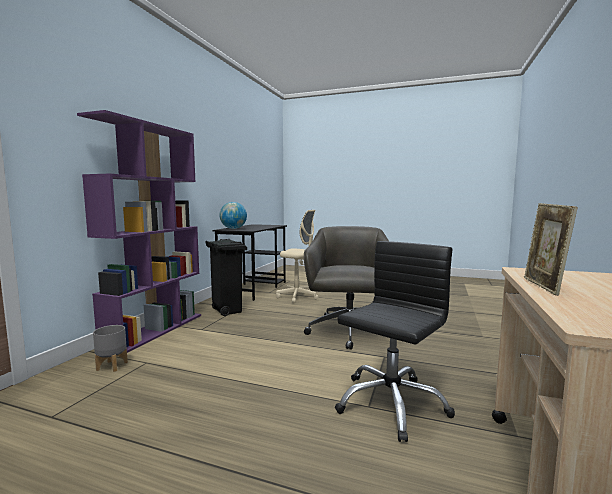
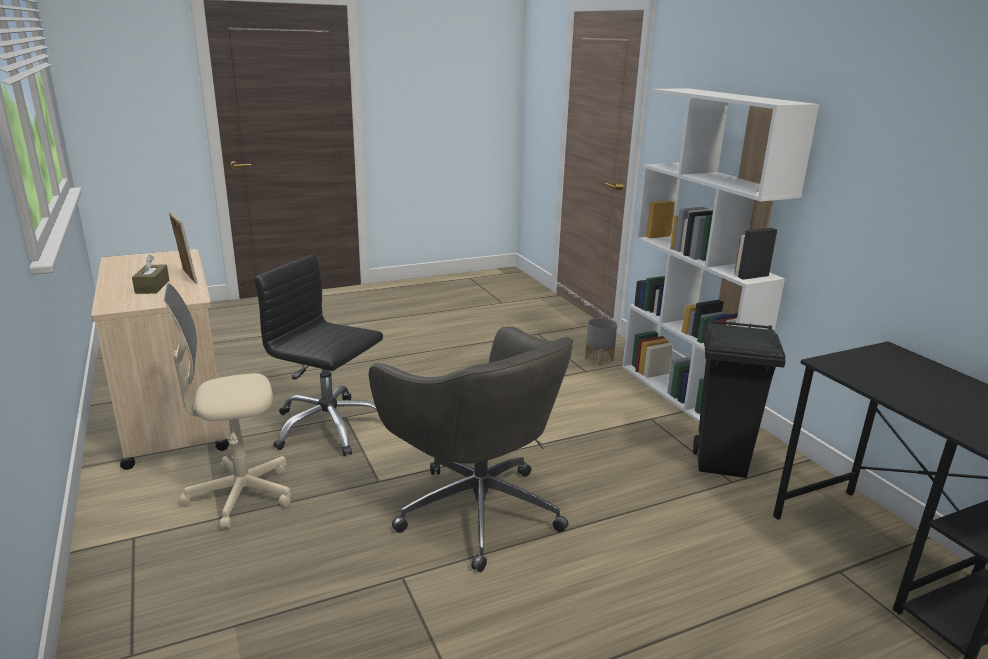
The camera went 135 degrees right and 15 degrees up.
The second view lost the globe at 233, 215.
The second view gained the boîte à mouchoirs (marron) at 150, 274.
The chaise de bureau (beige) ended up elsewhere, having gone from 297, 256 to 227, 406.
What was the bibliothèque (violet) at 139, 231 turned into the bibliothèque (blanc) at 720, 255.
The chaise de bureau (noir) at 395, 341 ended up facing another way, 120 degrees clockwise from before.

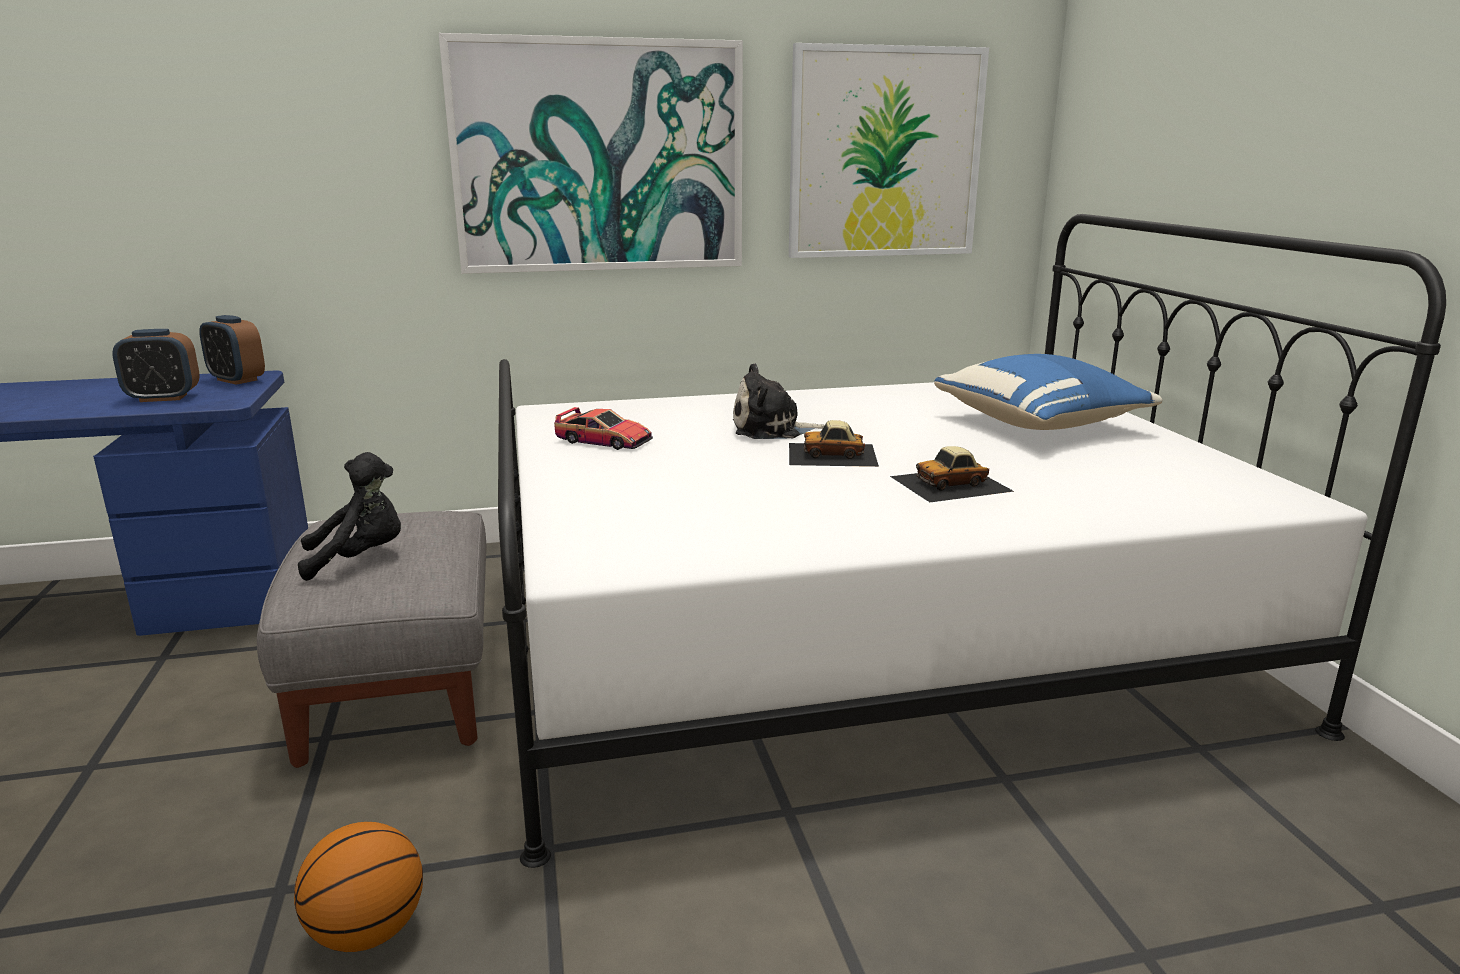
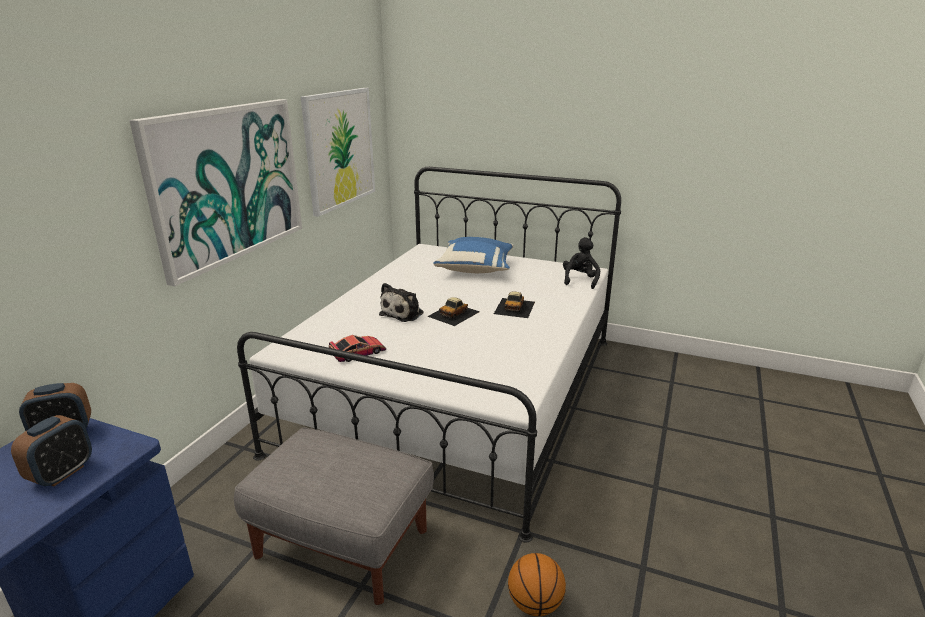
The camera went 55 degrees left and 5 degrees up.
The peluche (noir) ended up elsewhere, having gone from 349, 516 to 581, 263.

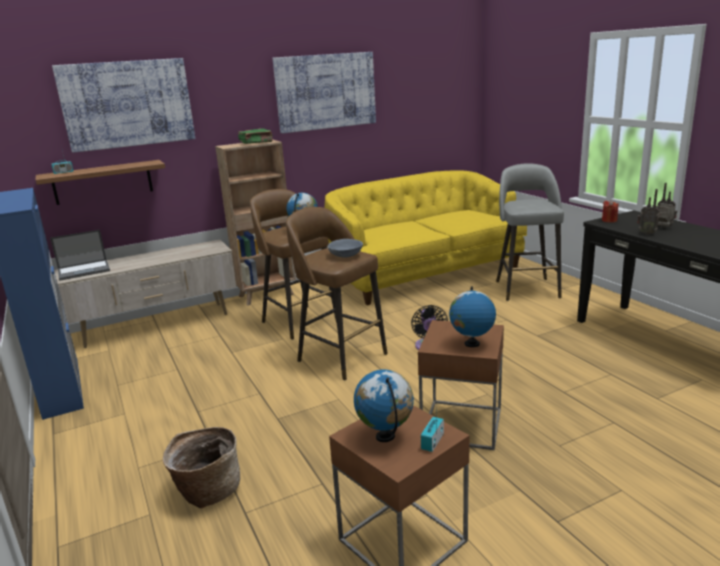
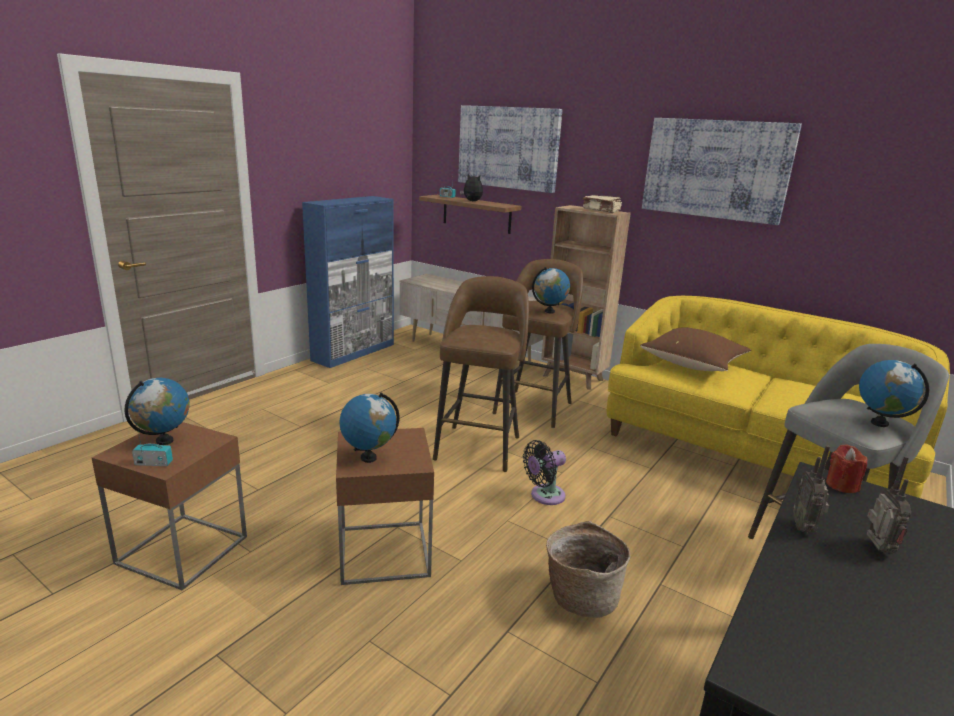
The camera went 60 degrees right and 0 degrees up.
The second view lost the ordinateur portable at 80, 255.
The second view lost the bol (gris) at 345, 248.
The second view gained the peluche at 471, 187.
The second view gained the coussin (marron) at 695, 349.
The second view gained the globe at 894, 393.
The panier ended up elsewhere, having gone from 201, 467 to 588, 569.
What was the livre (vert) at 255, 136 turned into the livre (beige) at 602, 204.

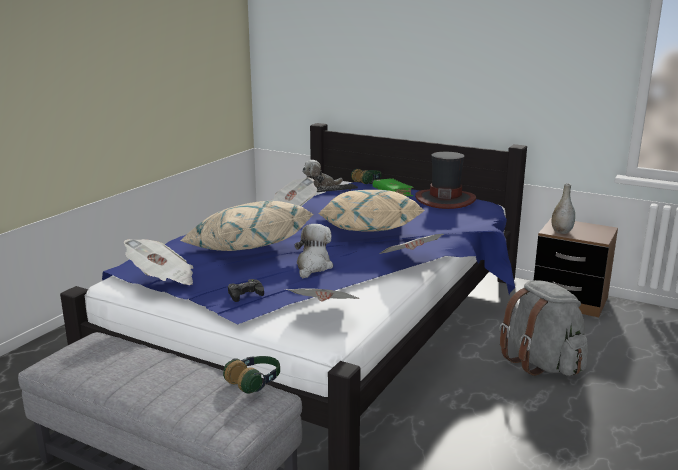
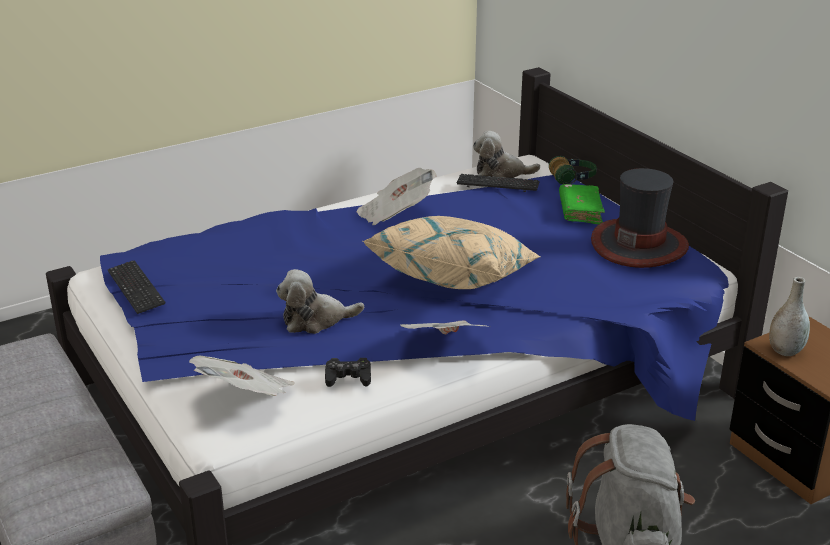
The camera went 30 degrees right and 10 degrees up.
The second view lost the coussin (beige) at 246, 226.
The second view lost the casque audio at 251, 375.
The manette (noir) ended up elsewhere, having gone from 246, 290 to 348, 372.
Where the journal stood at 158, 262, the clavier came to stand at 137, 287.
The peluche at 314, 251 ended up facing another way, 150 degrees counterclockwise from before.

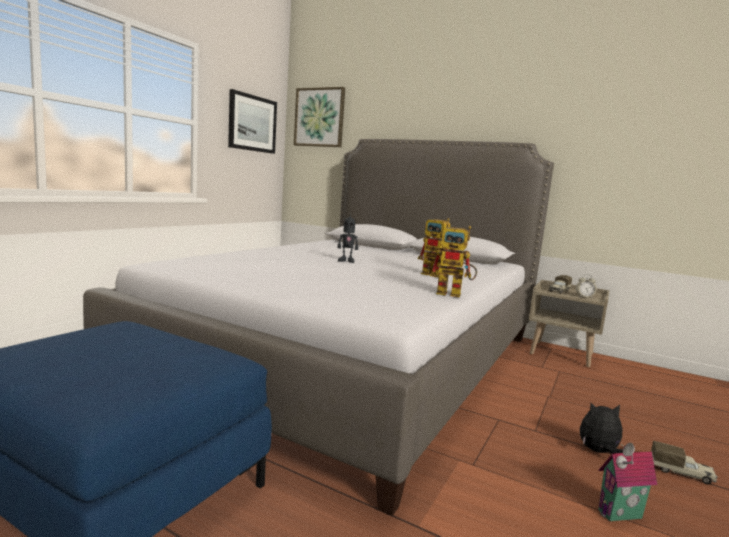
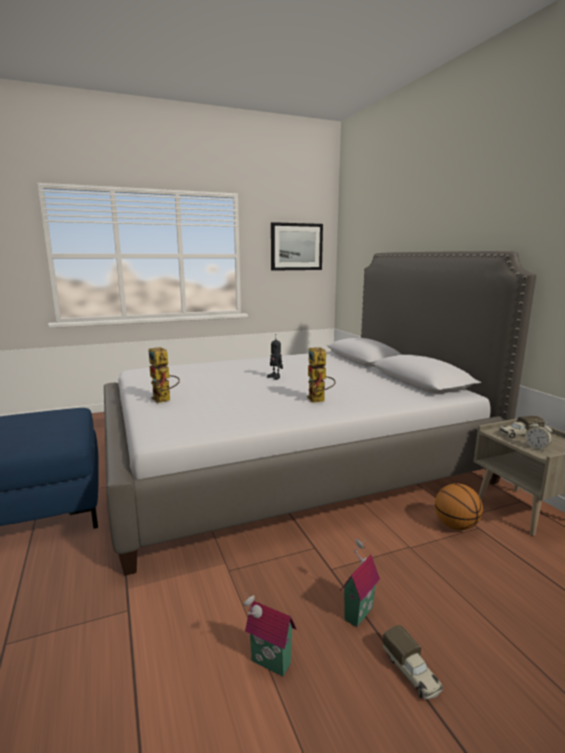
The camera went 40 degrees right and 5 degrees up.
The second view lost the tableau at 319, 117.
The second view gained the ballon de basket at 459, 506.
The robot jouet ended up elsewhere, having gone from 453, 261 to 164, 375.
Where the peluche stood at 601, 428, the maison miniature came to stand at 360, 583.

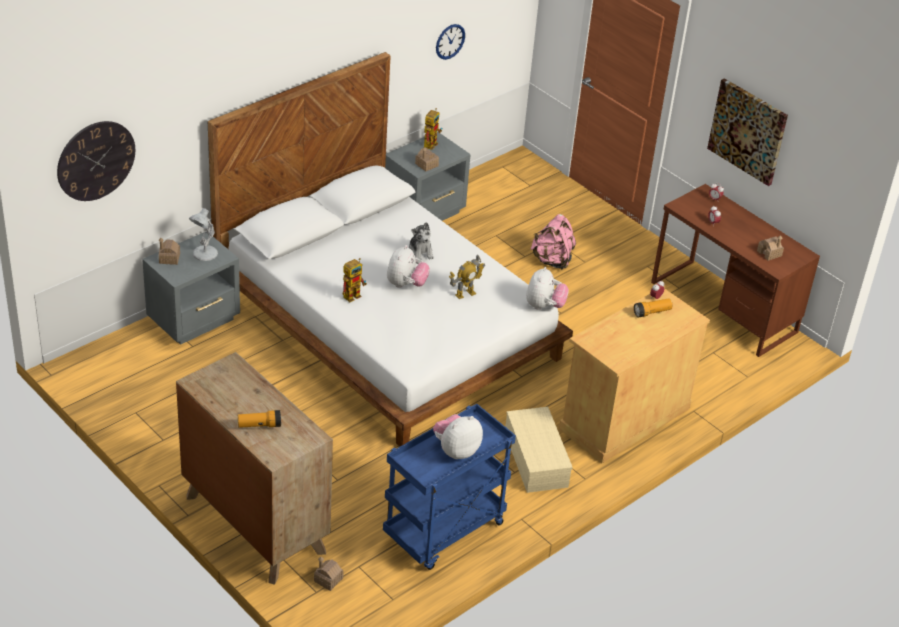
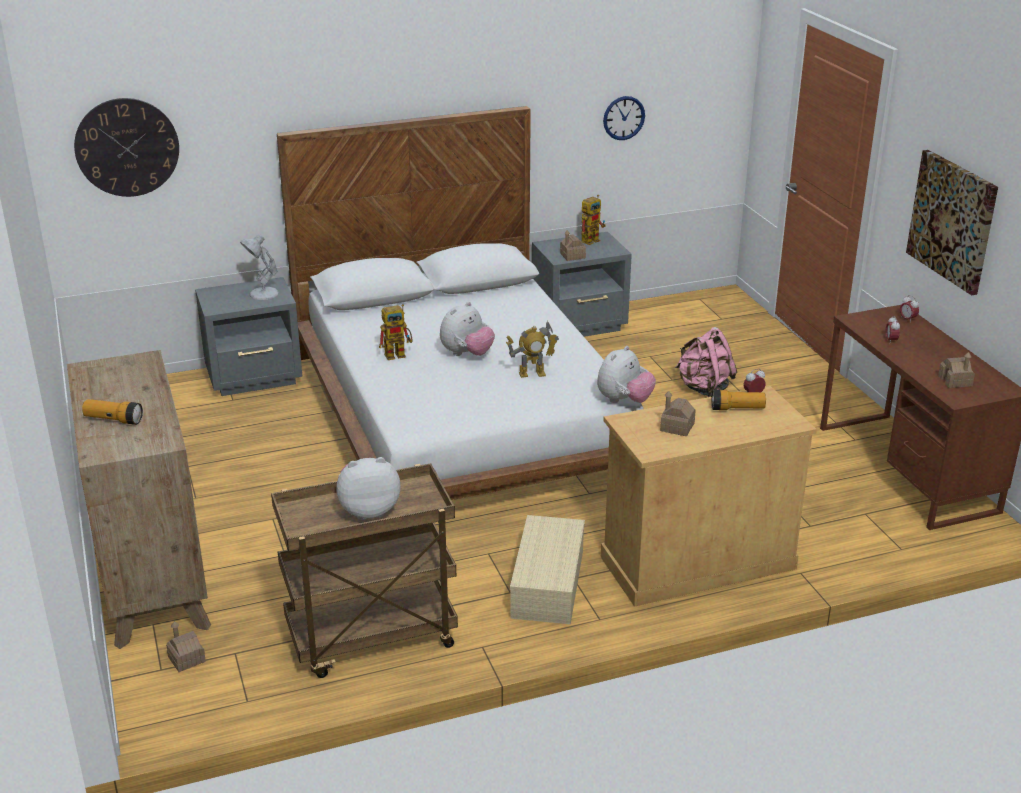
The camera went 25 degrees right and 10 degrees down.
The second view lost the peluche at 421, 241.
The maison miniature ended up elsewhere, having gone from 169, 251 to 678, 413.
What was the chariot (bleu) at 449, 487 turned into the chariot (marron) at 364, 570.

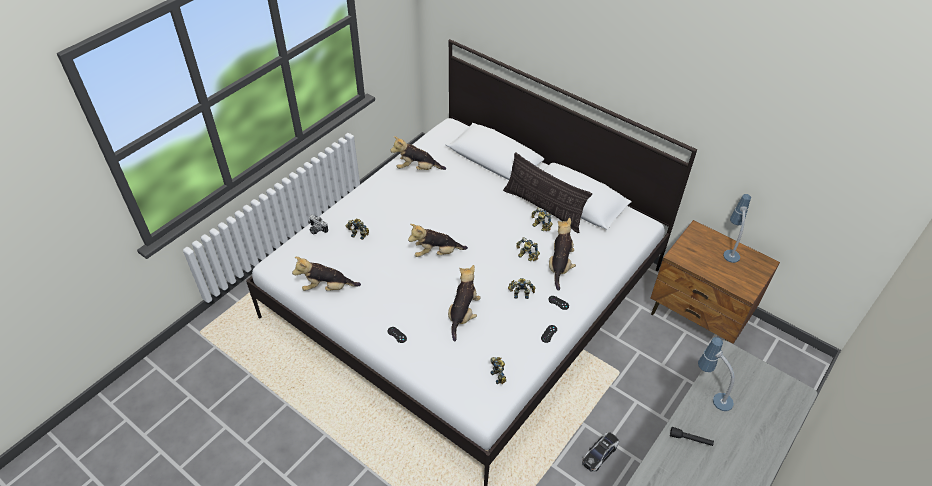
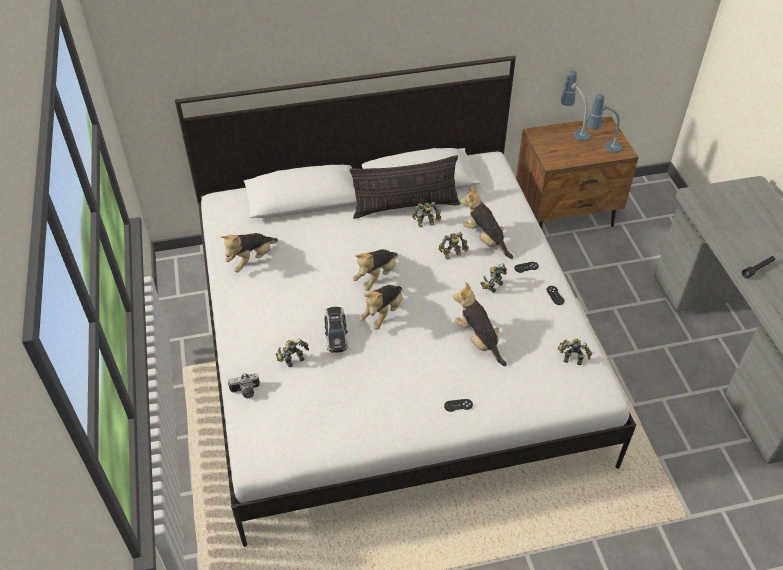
The camera went 50 degrees left and 0 degrees up.
The peluche ended up elsewhere, having gone from 326, 274 to 375, 270.
The petite voiture ended up elsewhere, having gone from 600, 452 to 336, 330.
The lampe de table ended up elsewhere, having gone from 716, 374 to 604, 123.

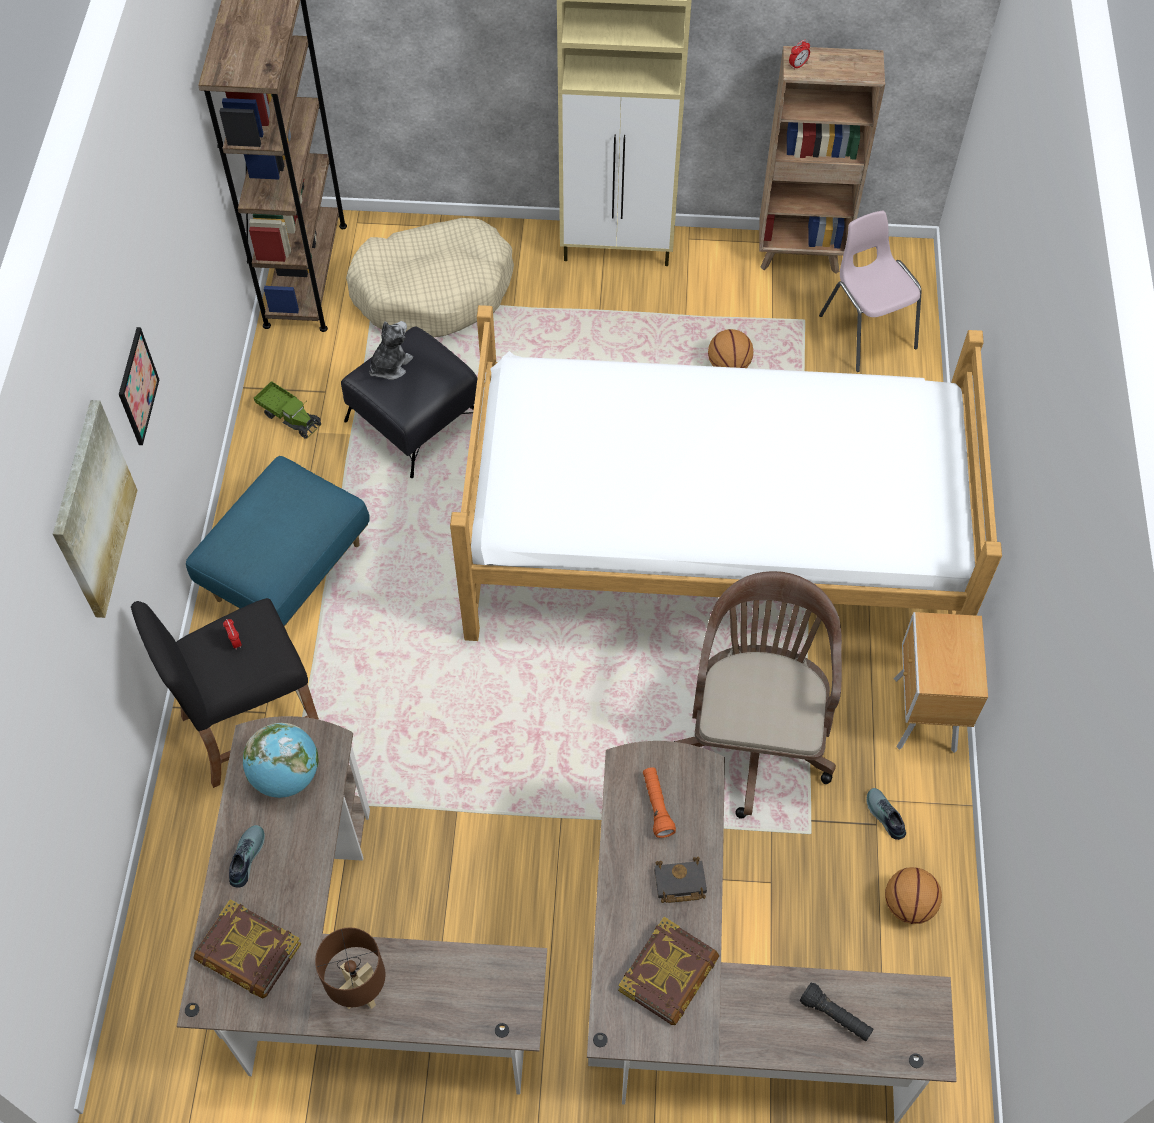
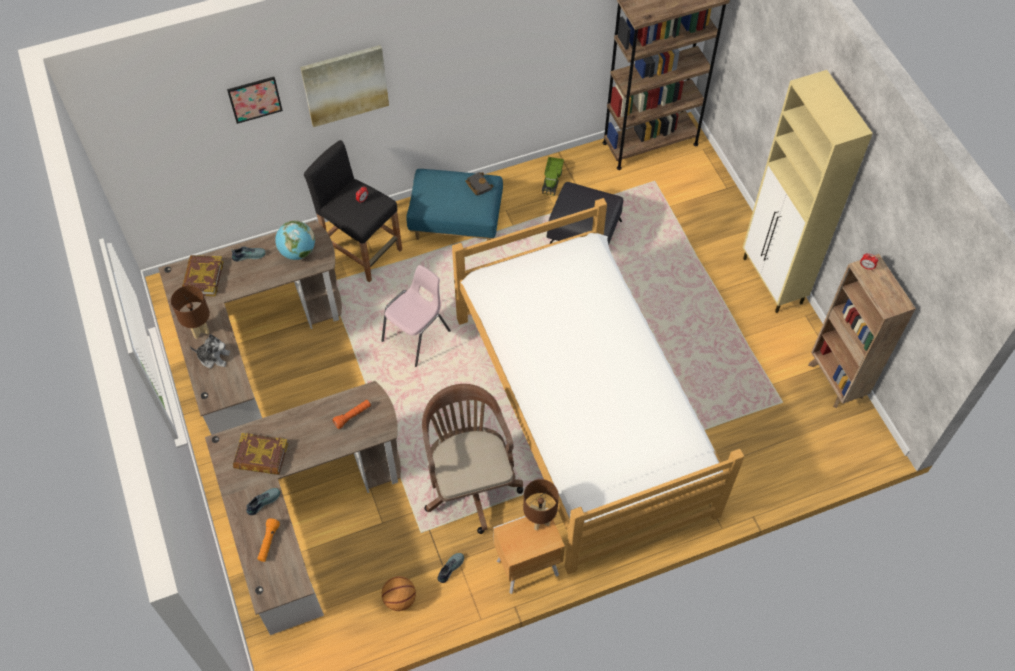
The camera went 65 degrees right and 0 degrees up.
The second view lost the panier pour chien (beige) at 430, 277.
The second view lost the ballon de basket at 731, 348.
The second view gained the chaussure at 263, 501.
The second view gained the lampe de table (marron) at 541, 504.
The tableau ended up elsewhere, having gone from 139, 386 to 255, 100.
The peluche ended up elsewhere, having gone from 391, 350 to 210, 351.
The livre (noir) ended up elsewhere, having gone from 680, 880 to 479, 183.
The chaise (rose) ended up elsewhere, having gone from 870, 291 to 416, 316.
What was the lampe de poche (noir) at 837, 1011 turned into the lampe de poche (orange) at 268, 540.
The chaise de bureau (marron) at 758, 695 ended up facing another way, 90 degrees counterclockwise from before.

